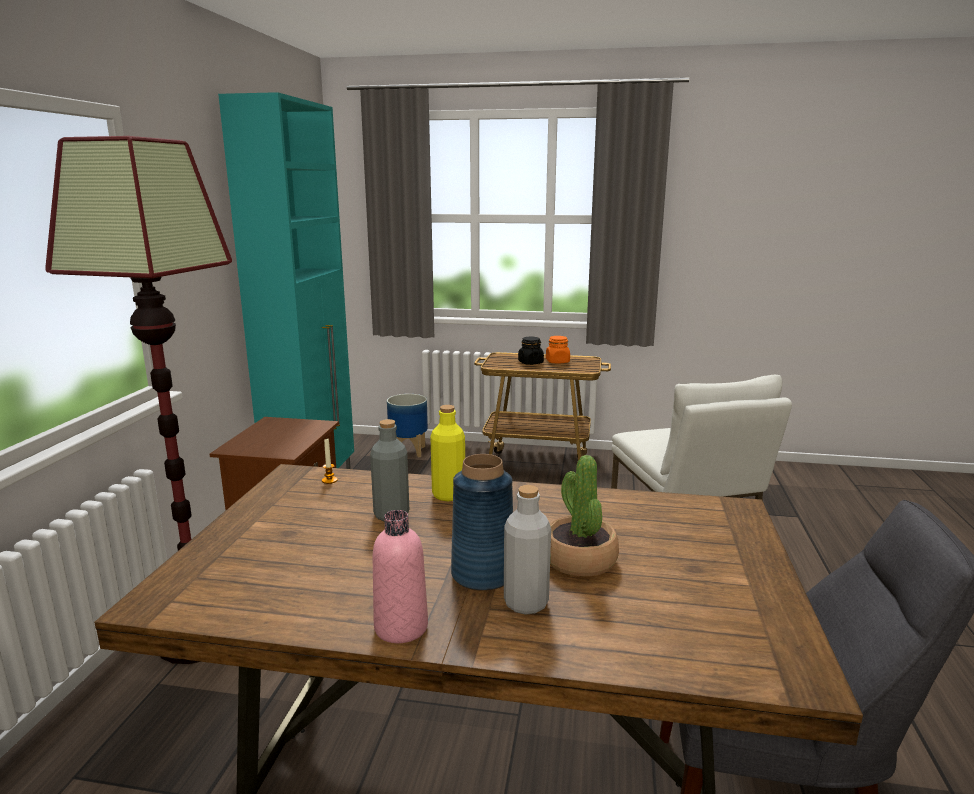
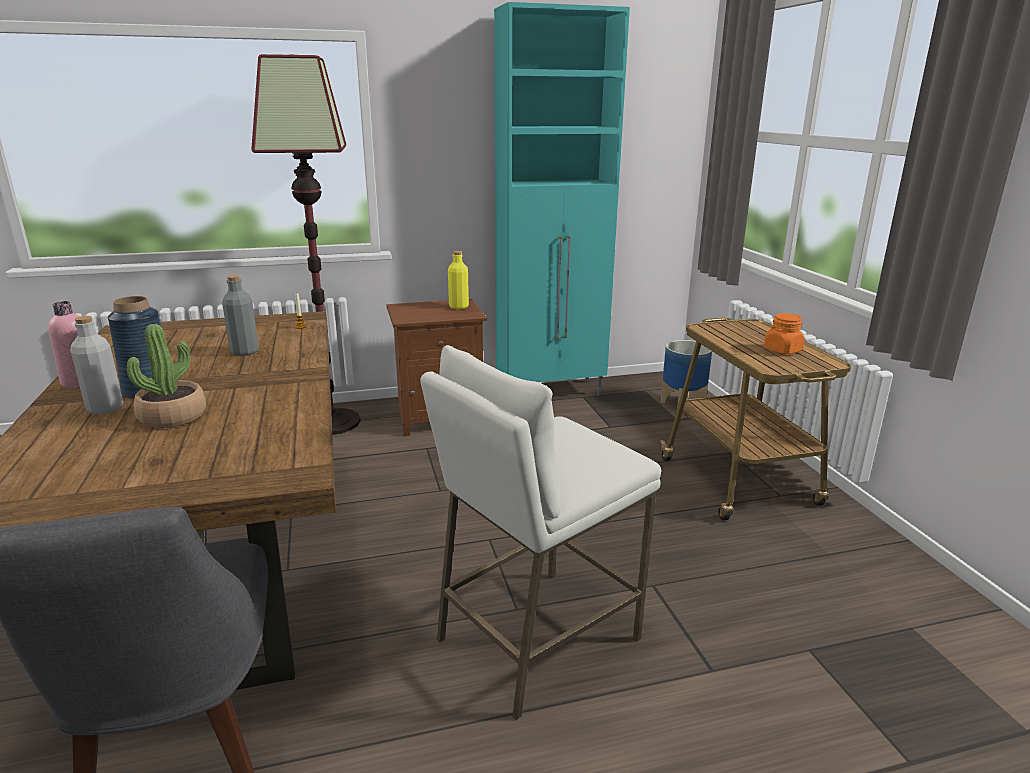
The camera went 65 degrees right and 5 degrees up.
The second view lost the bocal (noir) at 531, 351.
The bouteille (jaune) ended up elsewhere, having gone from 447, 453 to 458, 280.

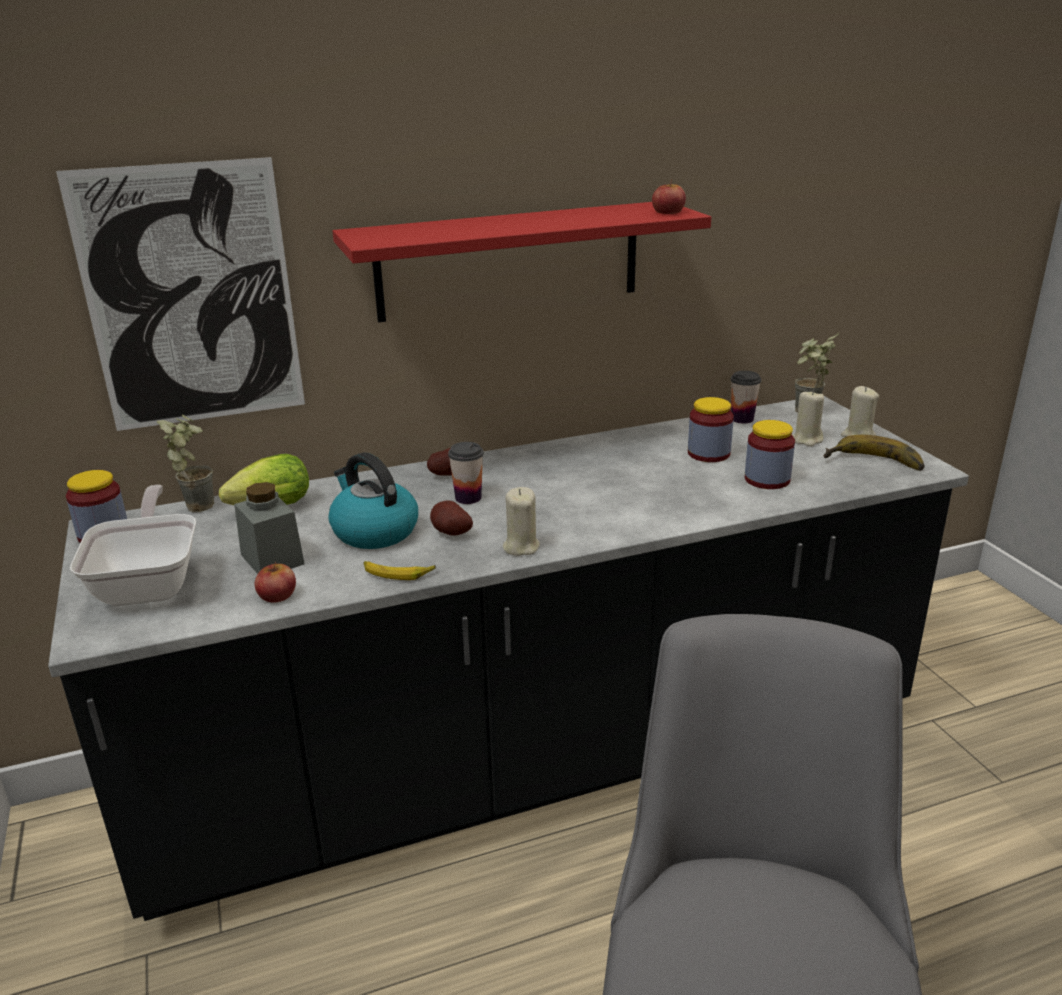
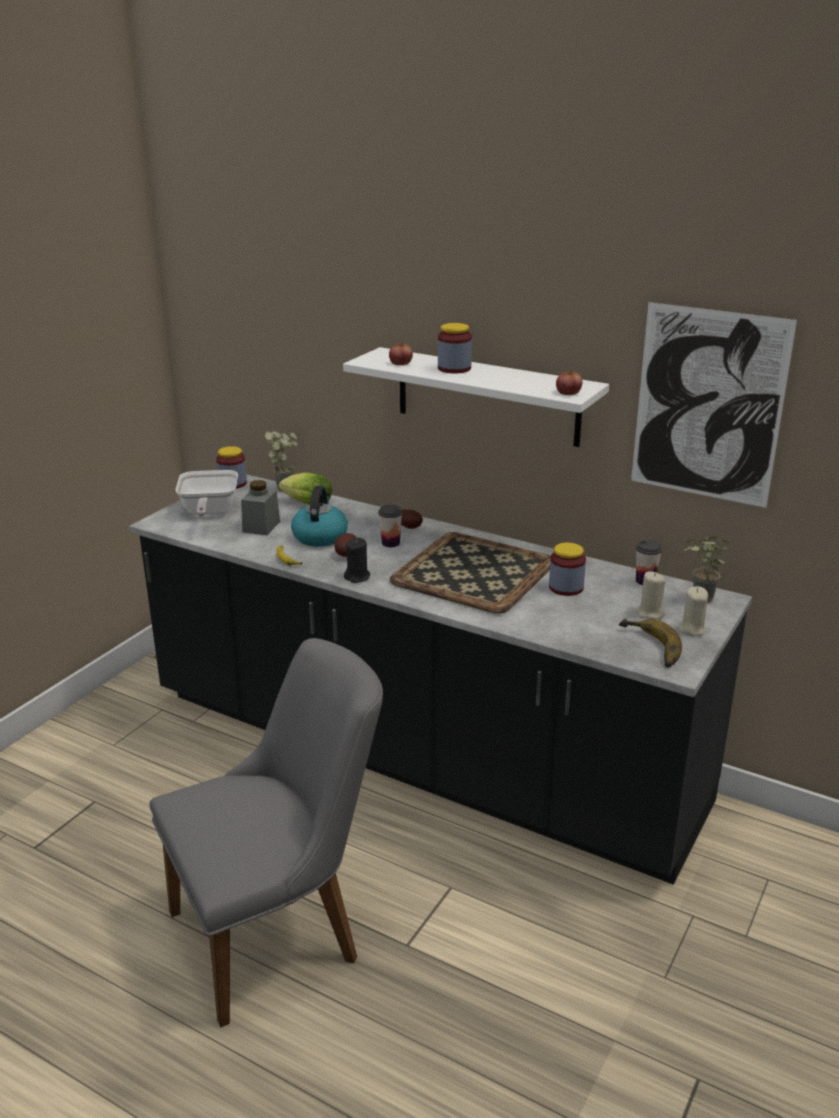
The camera went 50 degrees right and 0 degrees up.
The second view gained the plateau at 470, 573.
The tableau ended up elsewhere, having gone from 180, 294 to 714, 405.
The pomme ended up elsewhere, having gone from 275, 582 to 401, 353.
The bocal ended up elsewhere, having gone from 770, 454 to 455, 348.
What was the étagère (rouge) at 522, 262 turned into the étagère (blanc) at 476, 397.
What was the bougie (beige) at 521, 521 turned into the bougie (noir) at 357, 560.
The poêle at 133, 545 ended up facing another way, 135 degrees clockwise from before.

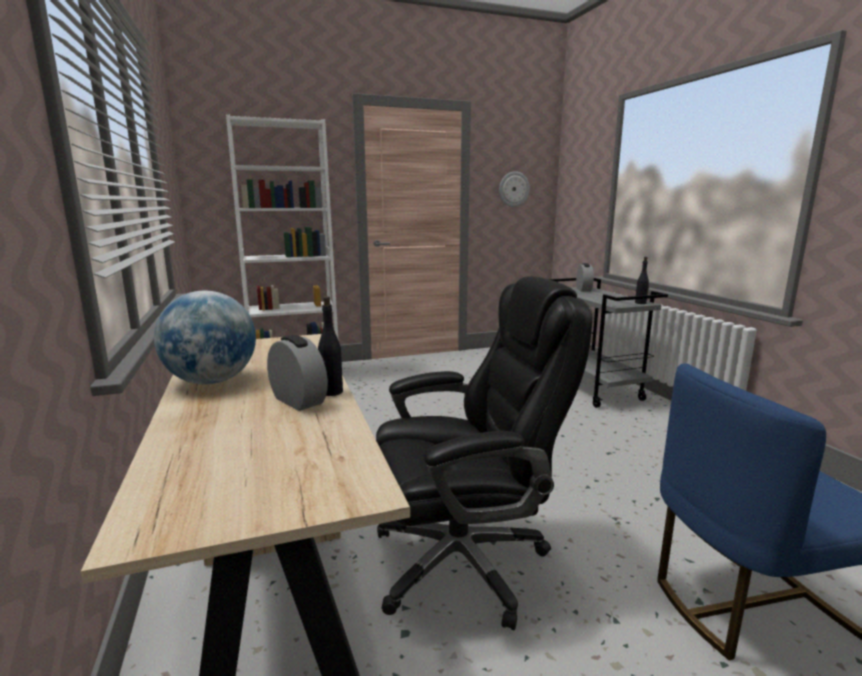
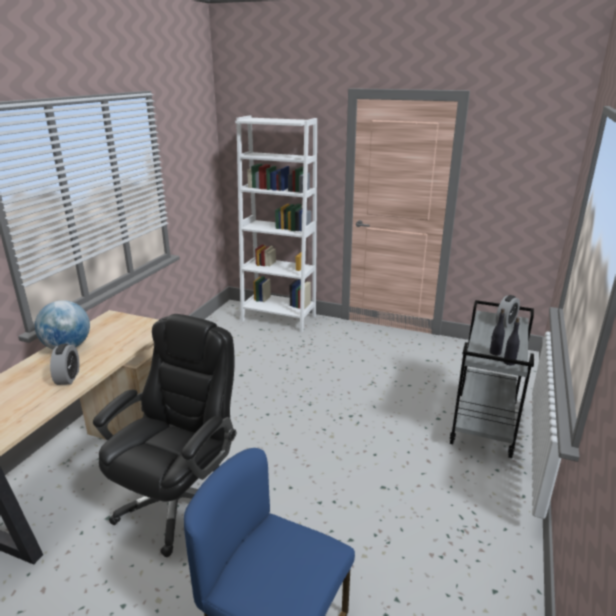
The camera went 40 degrees right and 10 degrees up.
The second view lost the horloge murale at 514, 189.
The bouteille (noir) ended up elsewhere, having gone from 330, 346 to 497, 332.
The chaise de bureau (noir) at 484, 453 ended up facing another way, 90 degrees counterclockwise from before.

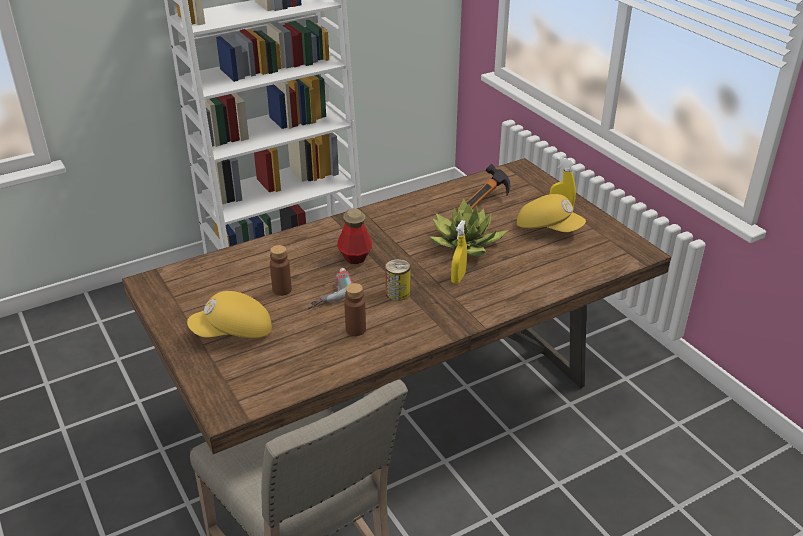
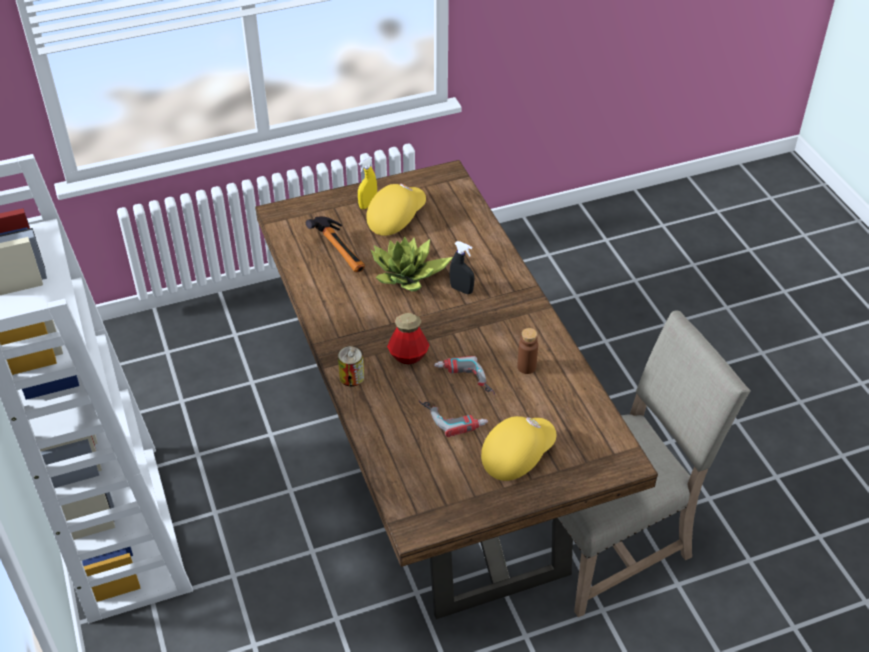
The camera went 80 degrees left and 10 degrees up.
The boîte métallique ended up elsewhere, having gone from 398, 280 to 351, 366.
Where the bouteille (marron) stood at 281, 270, the perceuse came to stand at 453, 418.
What was the vaporisateur (jaune) at 459, 252 turned into the vaporisateur (noir) at 462, 267.
The casquette (jaune) at 229, 314 ended up facing another way, 120 degrees counterclockwise from before.

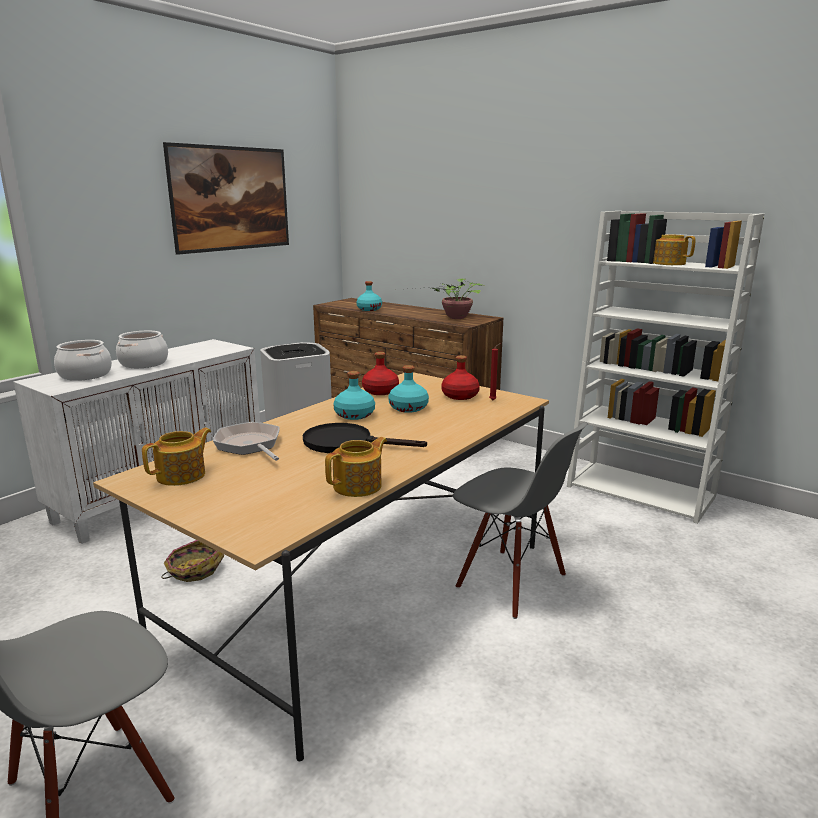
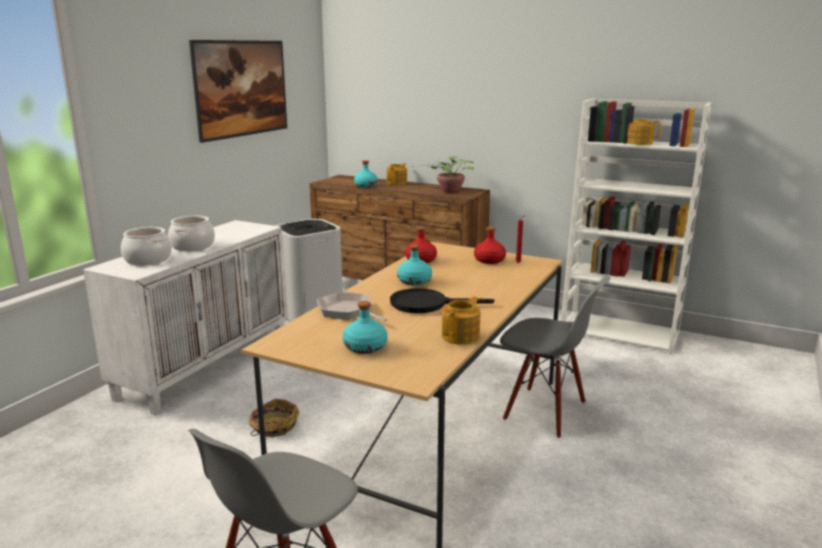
The camera went 10 degrees left and 0 degrees up.
The théière ended up elsewhere, having gone from 176, 457 to 397, 174.
The bouteille (turquoise) ended up elsewhere, having gone from 408, 389 to 365, 327.

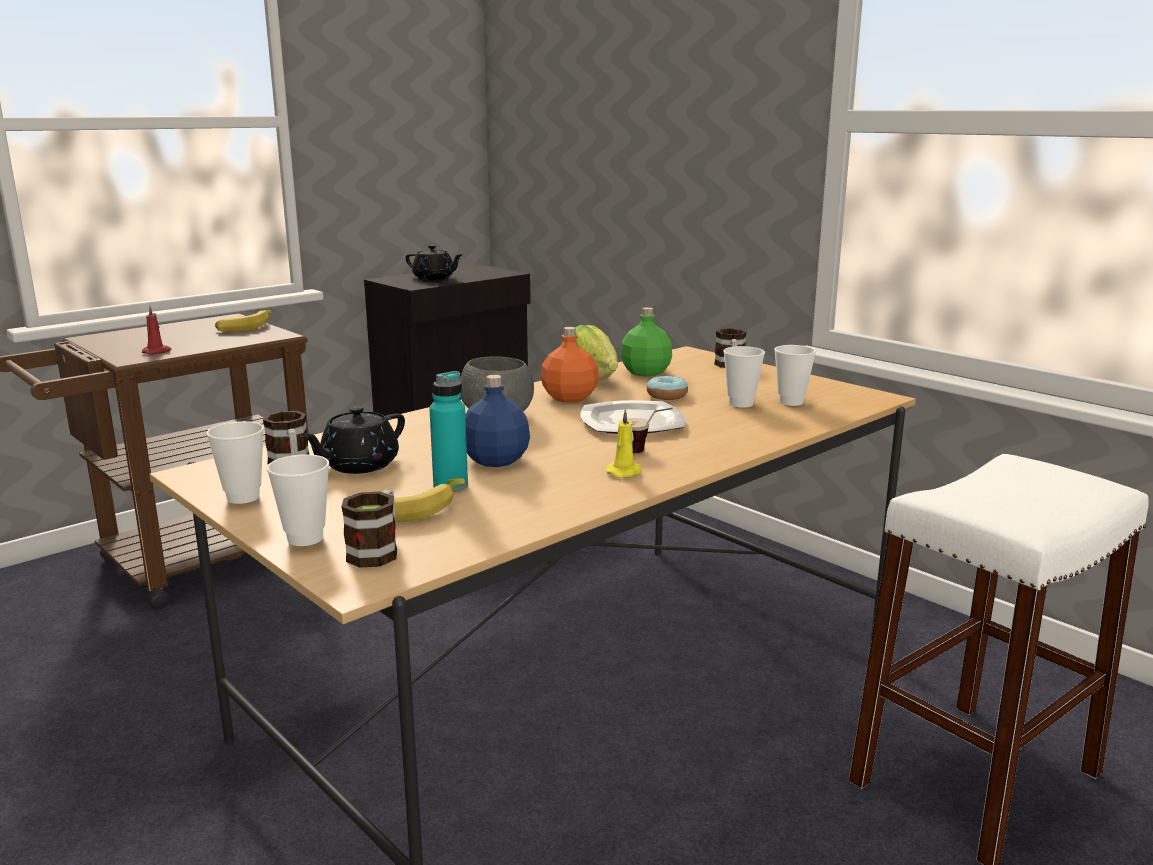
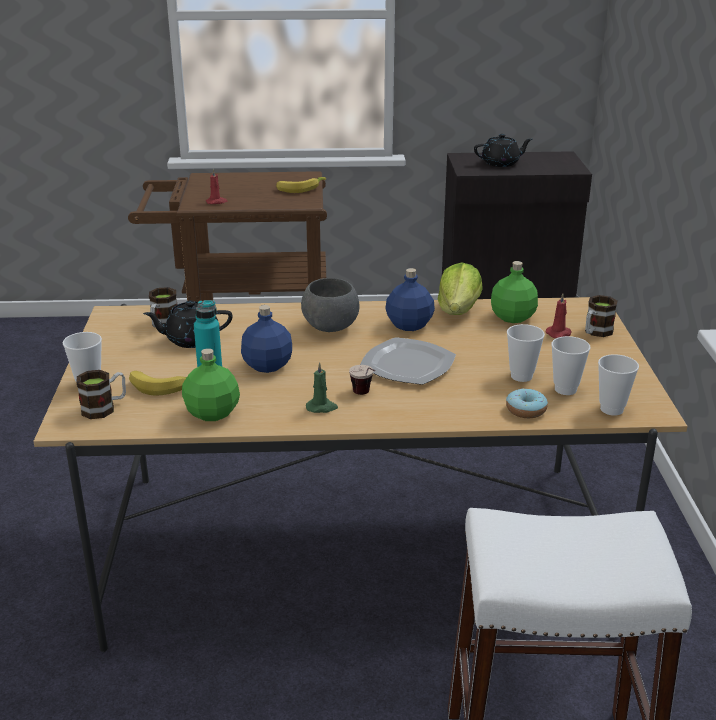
The camera went 40 degrees right and 10 degrees up.
The second view gained the bouteille (vert) at 211, 384.
The second view gained the bougie (rouge) at 559, 315.
The tasse ended up elsewhere, having gone from 235, 462 to 618, 385.
The beignet ended up elsewhere, having gone from 667, 388 to 527, 403.
What was the bouteille (orange) at 569, 364 turned into the bouteille (bleu) at 410, 299.
What was the bougie (jaune) at 624, 443 turned into the bougie (vert) at 322, 387.
The théière (noir) at 435, 262 ended up facing another way, 75 degrees counterclockwise from before.

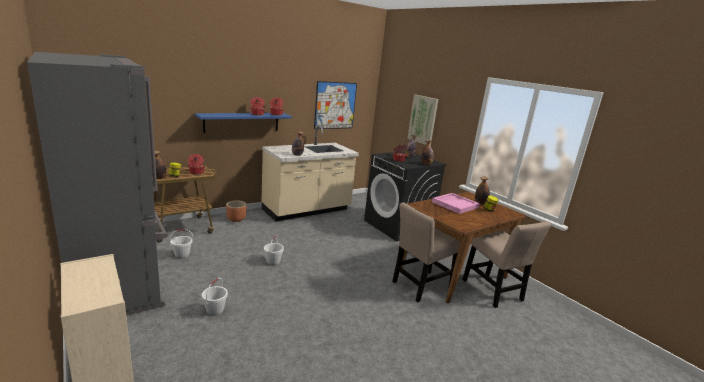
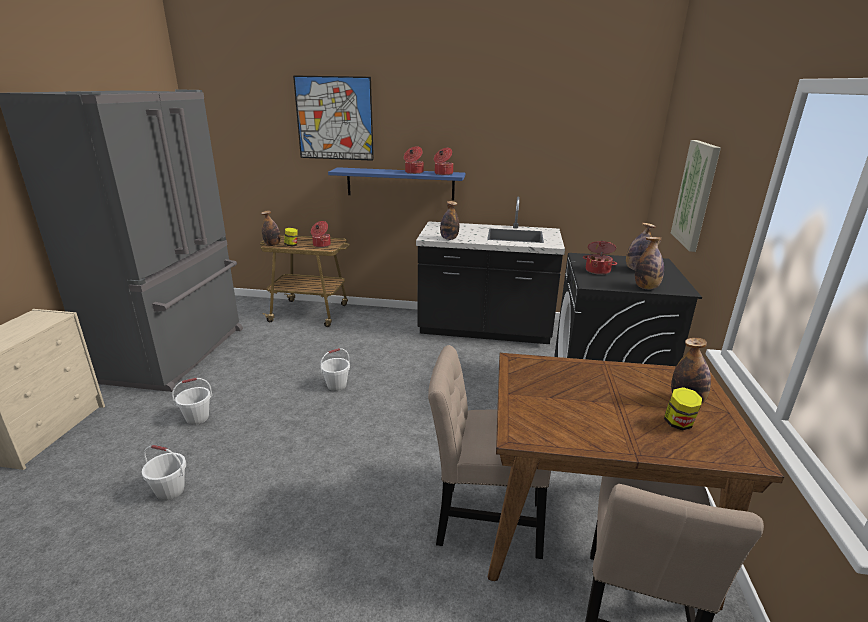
The camera went 45 degrees right and 5 degrees up.
The second view lost the cache-pot (marron) at 236, 211.
The second view lost the plateau (rose) at 456, 203.
The seau (blanc) ended up elsewhere, having gone from 181, 244 to 164, 473.
The tableau ended up elsewhere, having gone from 335, 105 to 333, 118.
What was the comptoir de cuisine (beige) at 310, 174 turned into the comptoir de cuisine (noir) at 490, 270.

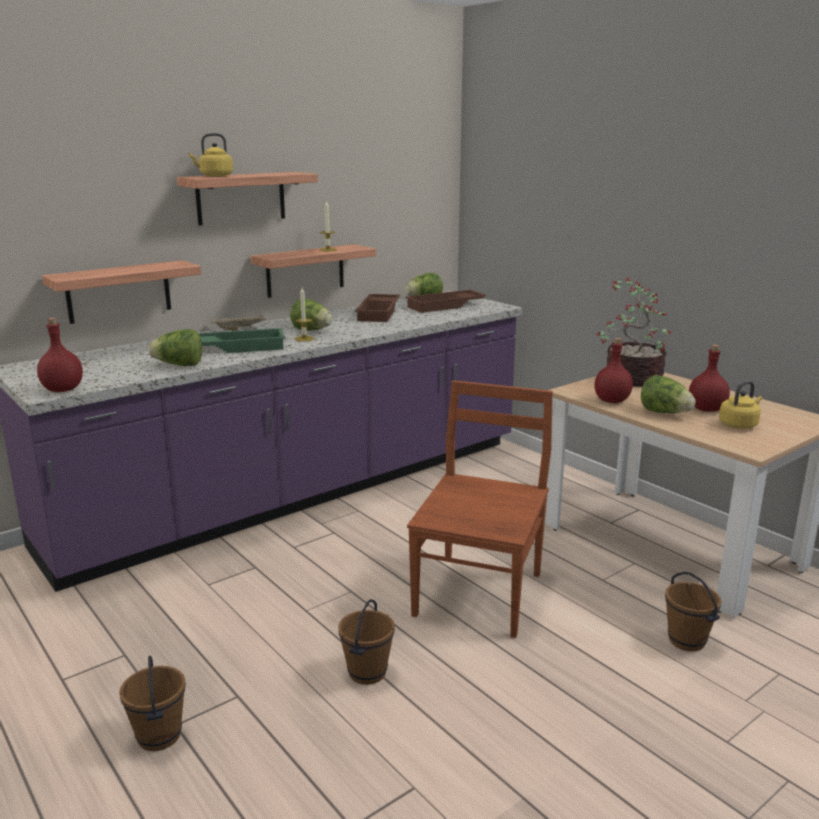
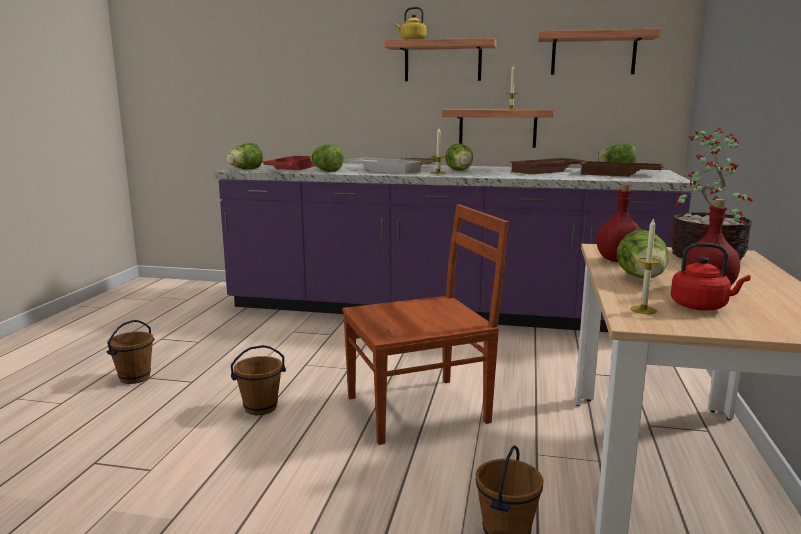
The camera went 50 degrees right and 5 degrees down.
The second view gained the plateau (rouge) at 288, 163.
The second view gained the bougie at 645, 265.
The étagère ended up elsewhere, having gone from 121, 292 to 599, 52.
Where the bouteille (rouge) stood at 60, 355, the laitue came to stand at 245, 156.
What was the plateau (vert) at 242, 340 turned into the plateau (blanc) at 385, 166.
What was the bouilloire (jaune) at 740, 405 turned into the bouilloire (rouge) at 711, 276.

